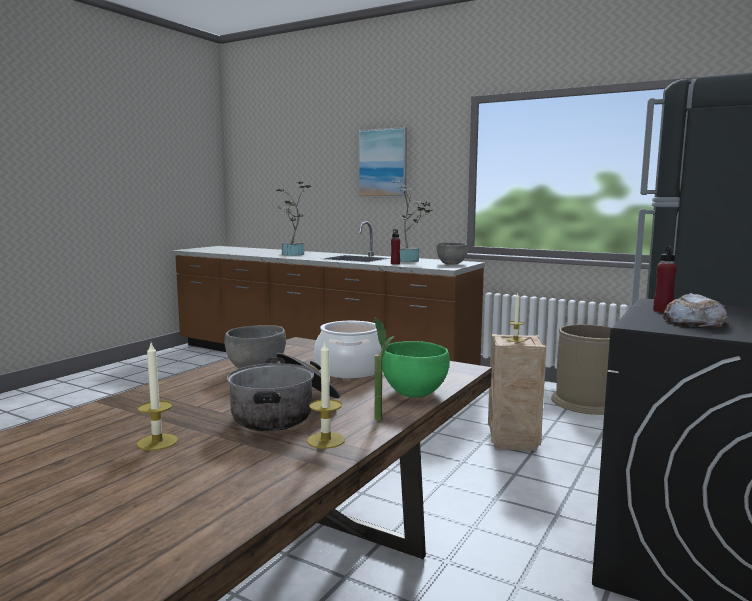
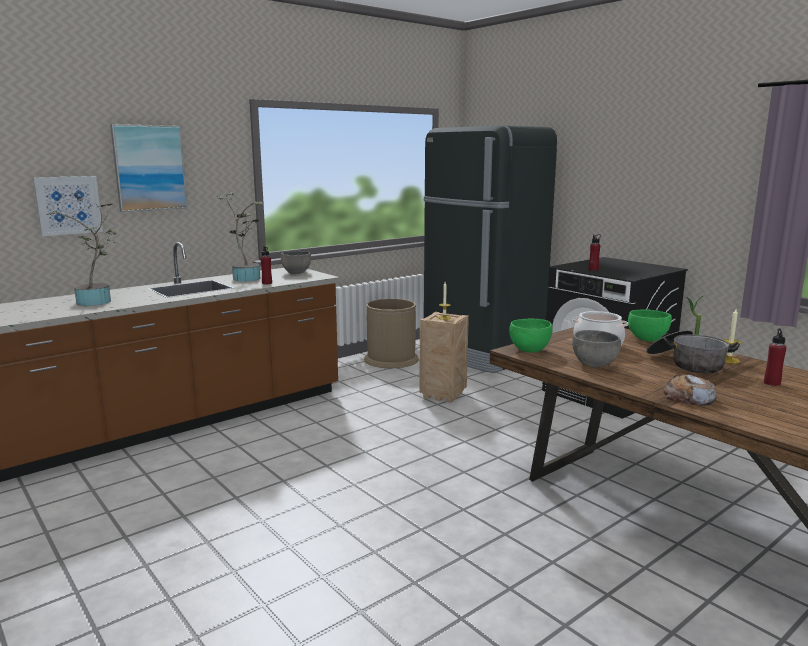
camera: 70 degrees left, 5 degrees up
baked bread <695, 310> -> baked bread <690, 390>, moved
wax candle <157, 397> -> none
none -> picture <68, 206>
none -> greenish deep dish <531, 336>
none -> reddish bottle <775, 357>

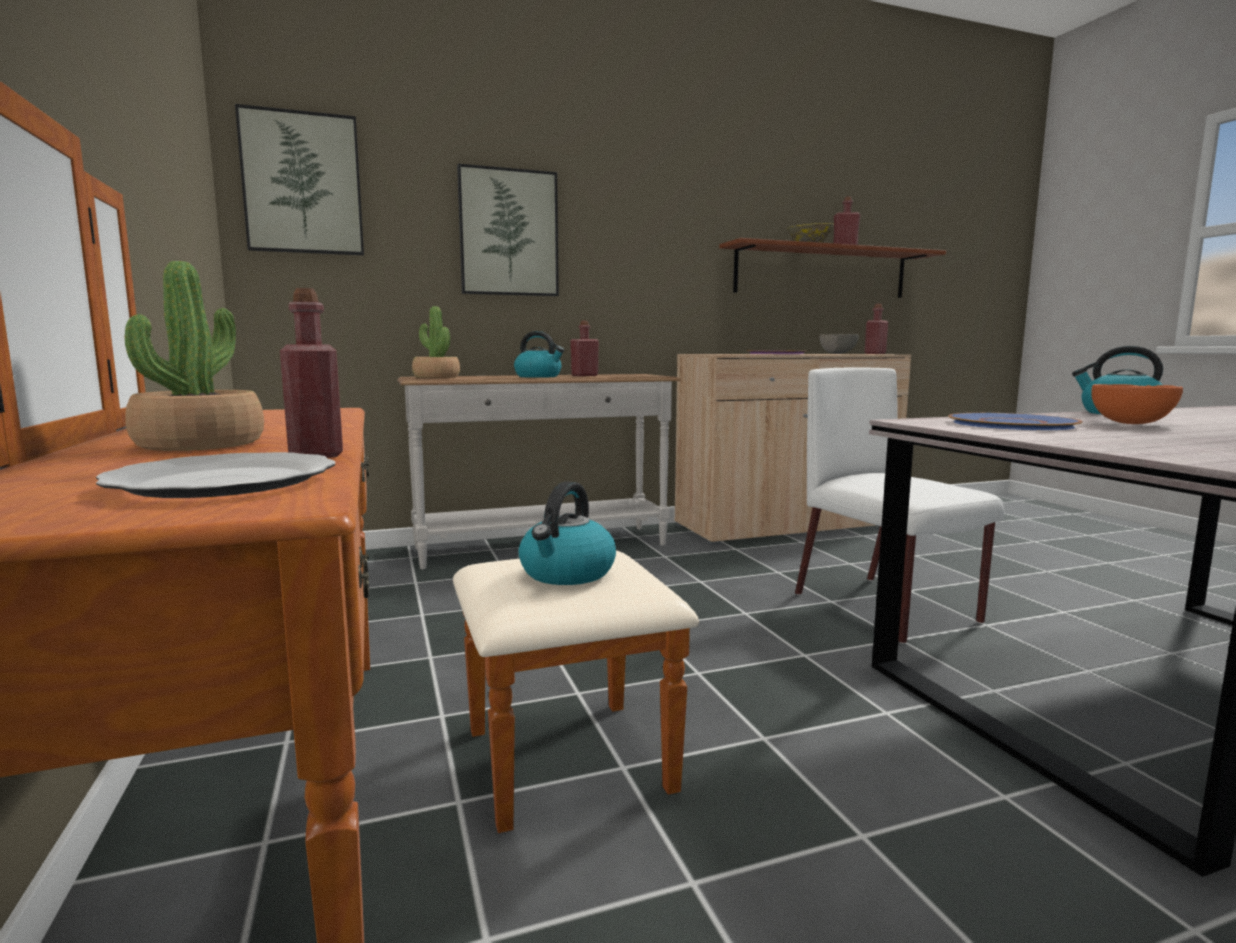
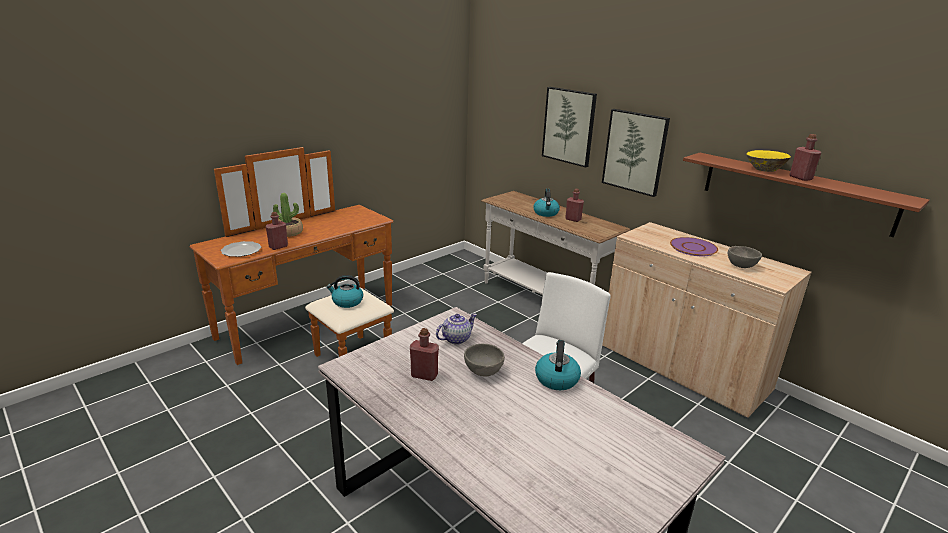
camera: 65 degrees right, 15 degrees up
picture <299, 179> -> picture <636, 153>, moved
reddish bottle <876, 329> -> reddish bottle <424, 354>, moved
potted plant <436, 342> -> none
orange deep dish <1137, 404> -> gray deep dish <484, 360>
blue dinner plate <1015, 421> -> teapot <456, 328>

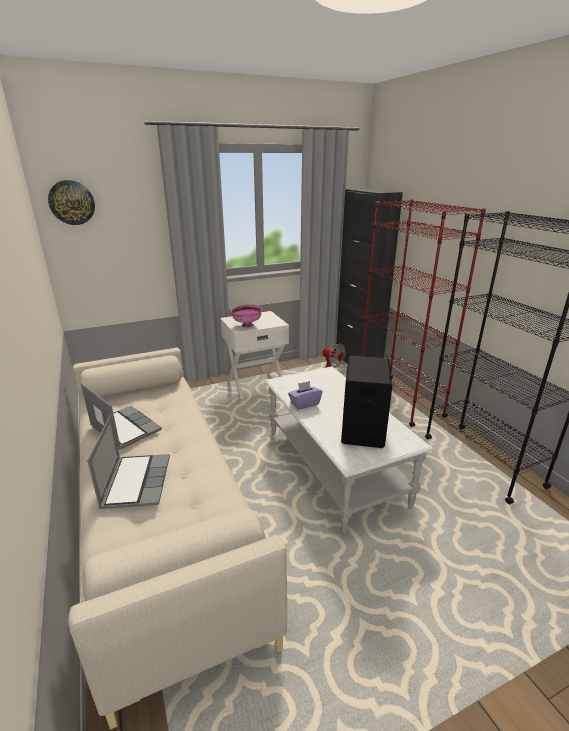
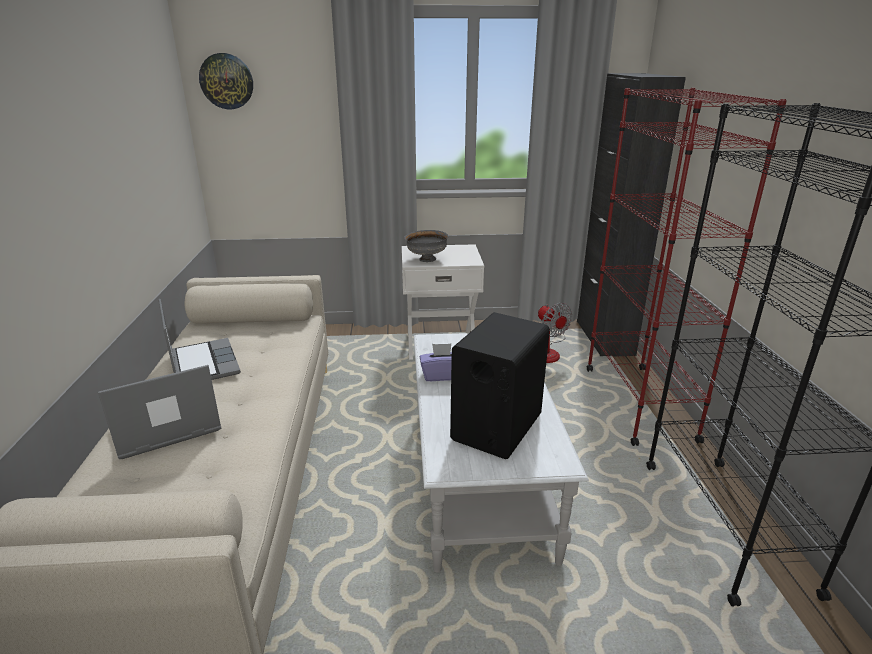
camera: 20 degrees right, 0 degrees up
pink-coloured deep dish <246, 316> -> gray deep dish <426, 246>
notebook computer <128, 462> -> notebook computer <159, 412>, 135 degrees counterclockwise

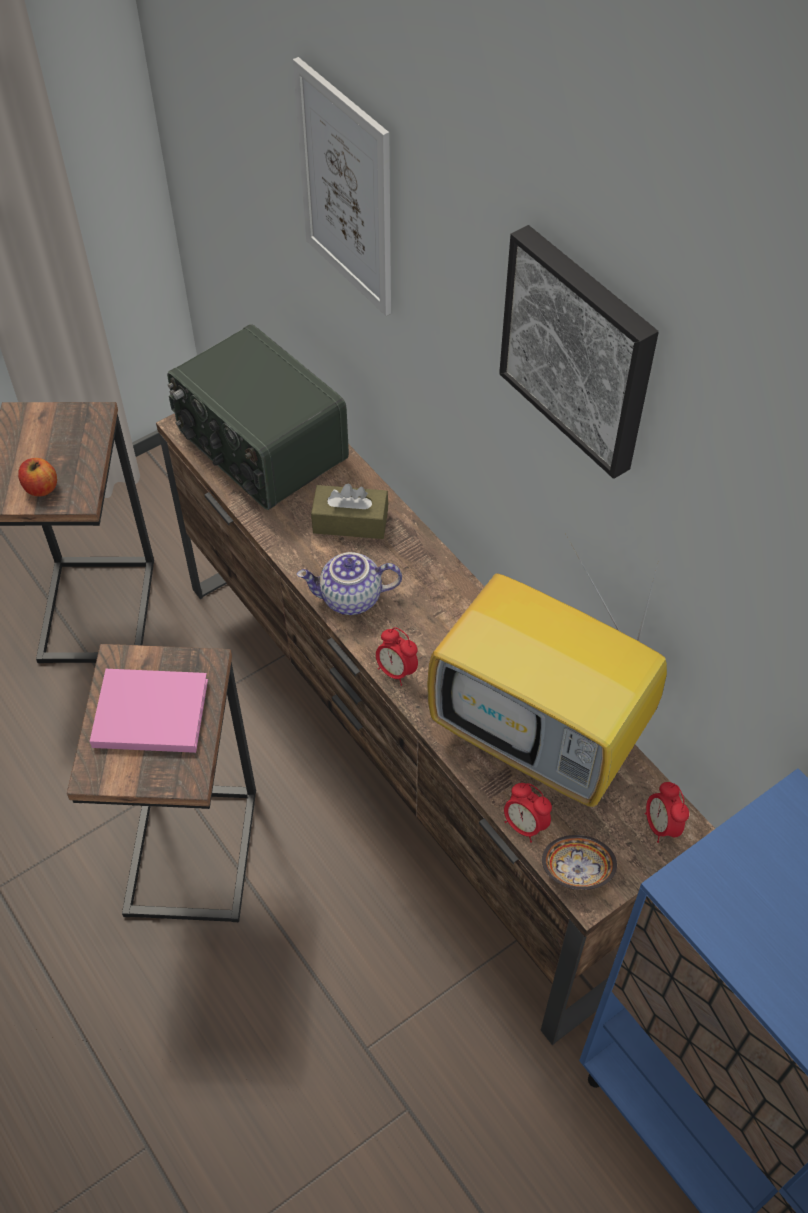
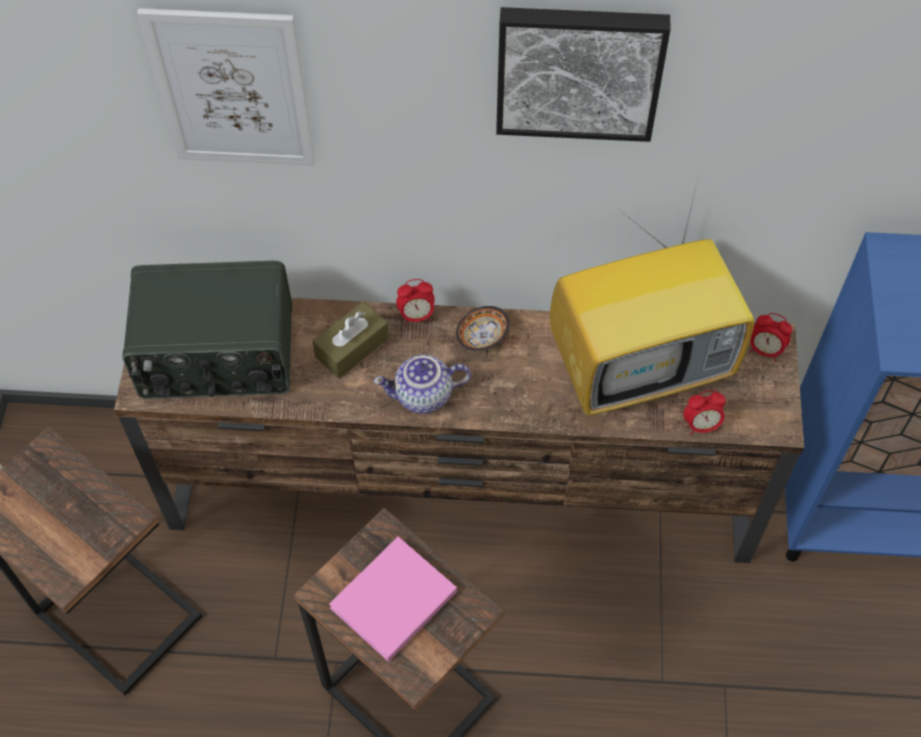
camera: 50 degrees left, 5 degrees up
whole apple <37, 477> -> none
teapot <349, 583> -> teapot <422, 384>, 45 degrees clockwise
bedside clock <397, 656> -> bedside clock <415, 302>, moved
deep dish <579, 862> -> deep dish <483, 328>, moved

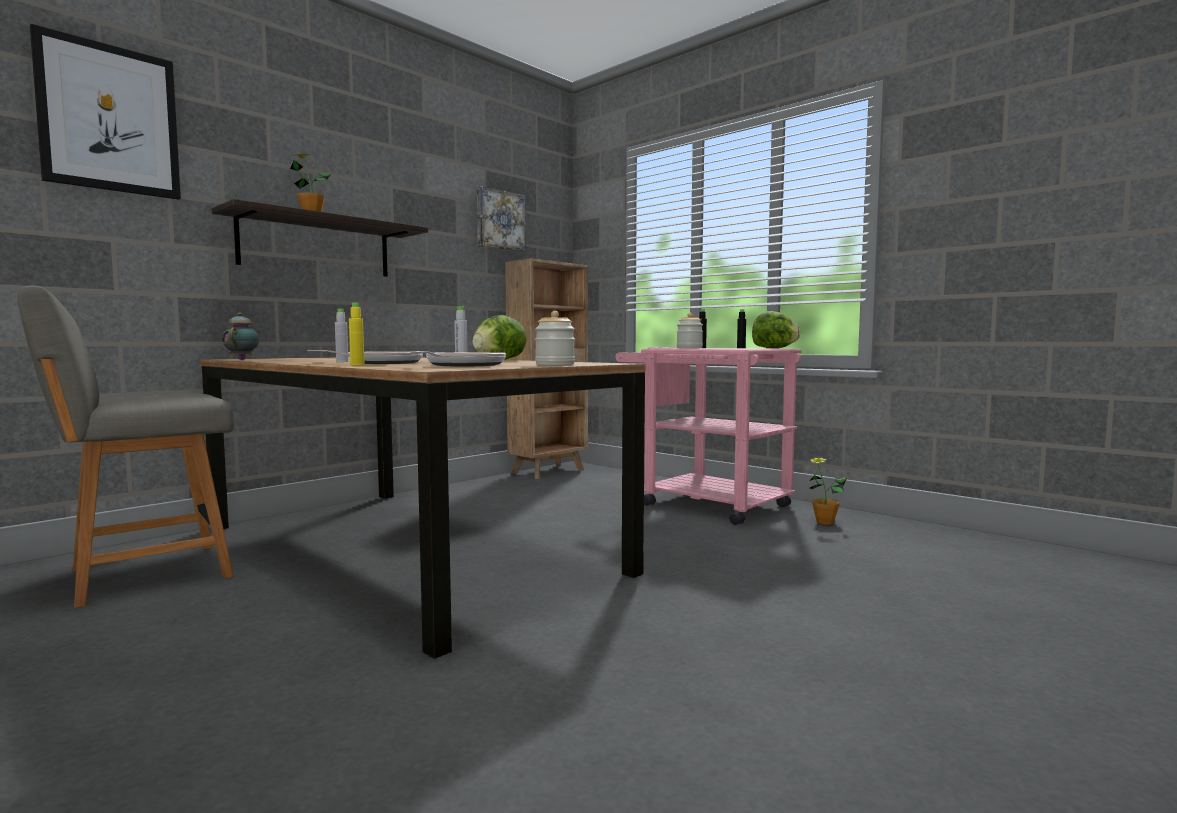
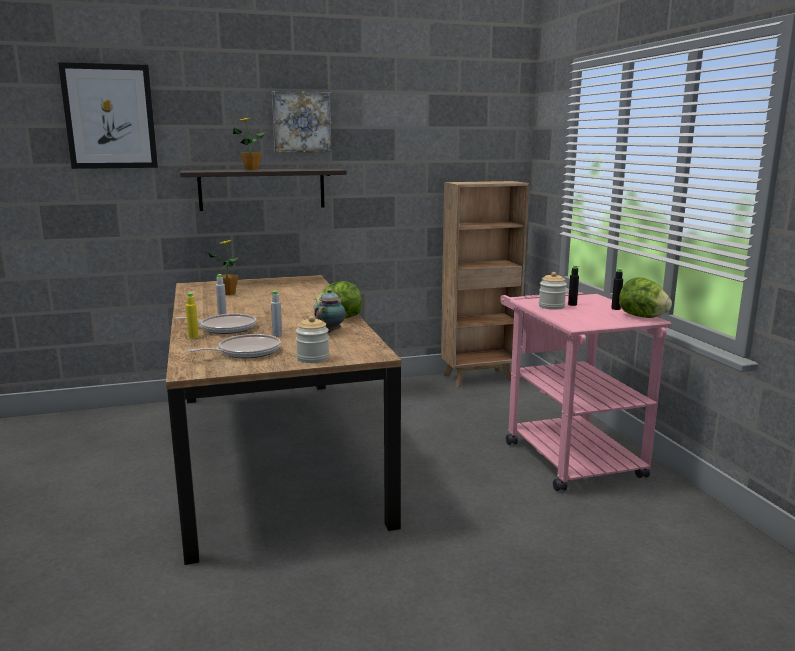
camera: 30 degrees right, 10 degrees up
picture <501, 219> -> picture <302, 121>, moved
gray plain chair <126, 446> -> none
teapot <240, 336> -> teapot <330, 311>, moved
potted plant <828, 491> -> potted plant <224, 267>, moved

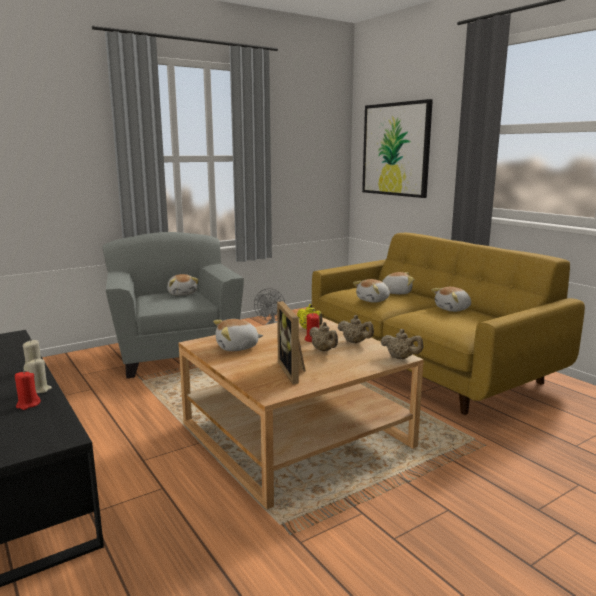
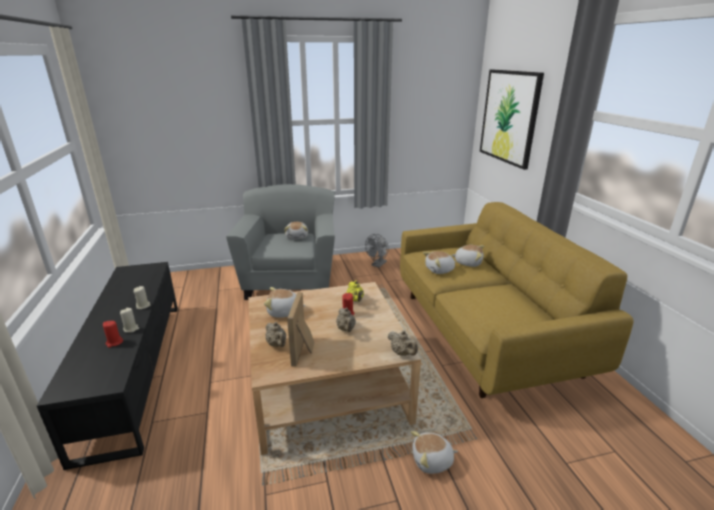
camera: 20 degrees right, 10 degrees up
cuddly toy <451, 299> -> cuddly toy <434, 452>, moved
sand-coloured teapot <355, 329> -> sand-coloured teapot <276, 334>, moved

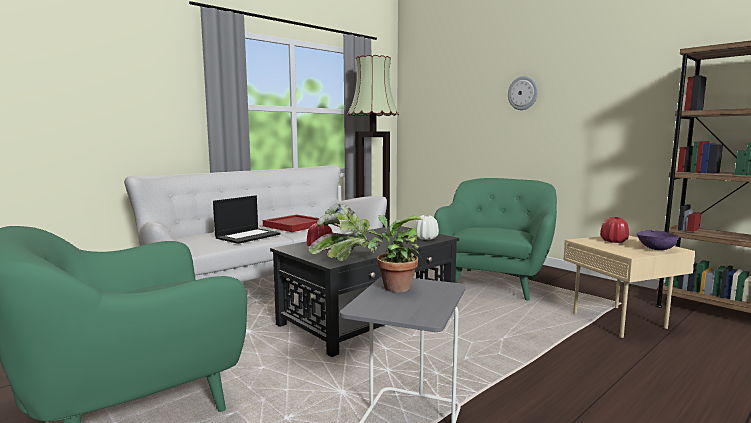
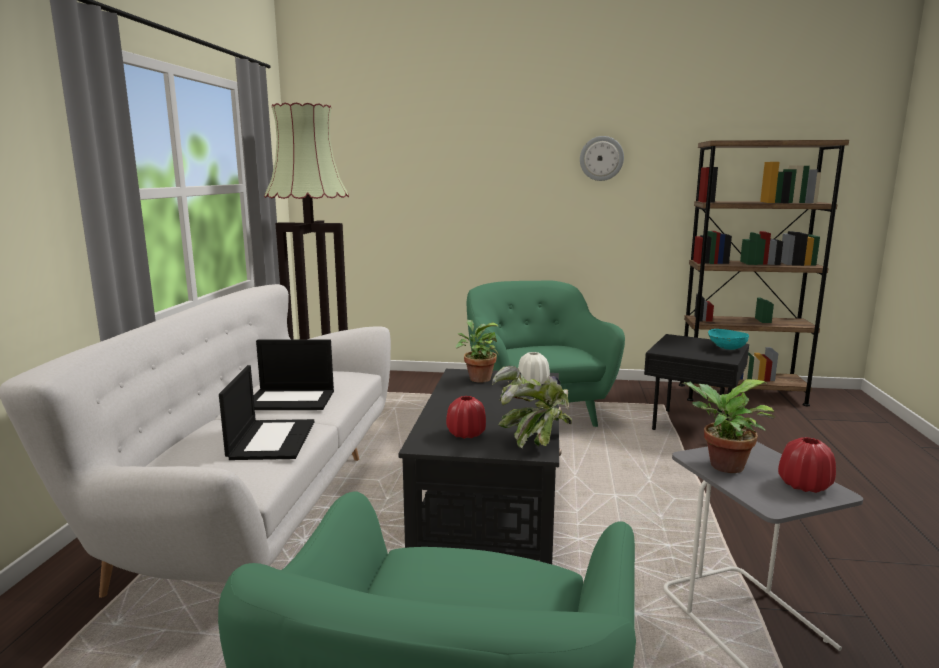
camera: 40 degrees left, 5 degrees up
hanging clock <523, 93> -> hanging clock <602, 158>, moved
reddish carrying tray <291, 223> -> notebook computer <294, 374>
reddish flower vase <614, 230> -> reddish flower vase <807, 465>, moved
purple deep dish <657, 240> -> blue-green deep dish <728, 339>
sand-coloured end table <629, 287> -> black-coloured end table <696, 382>
none -> potted plant <477, 351>

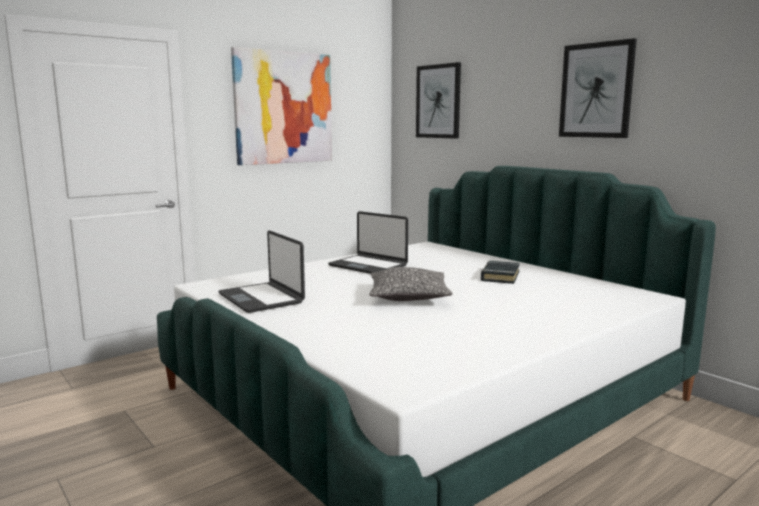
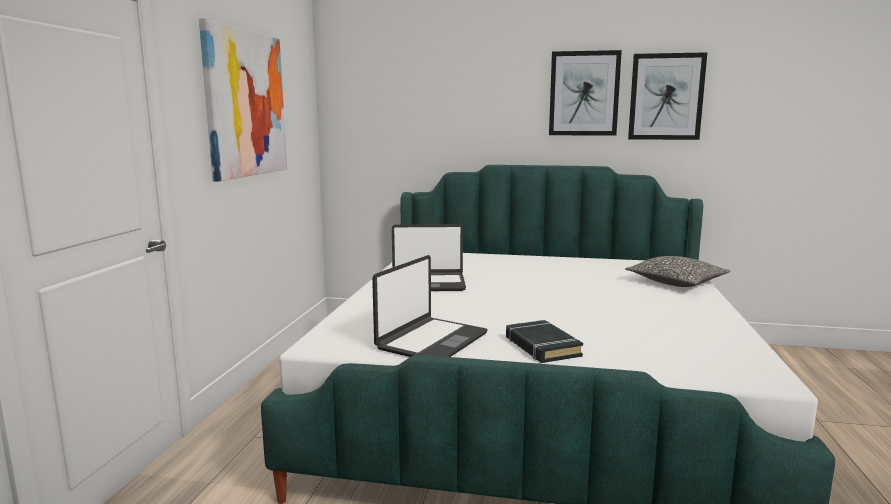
camera: 40 degrees left, 0 degrees up
picture <438, 100> -> picture <667, 96>, moved
notebook computer <261, 271> -> notebook computer <430, 306>, 75 degrees counterclockwise
black-coloured book <500, 272> -> black-coloured book <544, 341>, moved
pillow <411, 284> -> pillow <677, 271>, moved

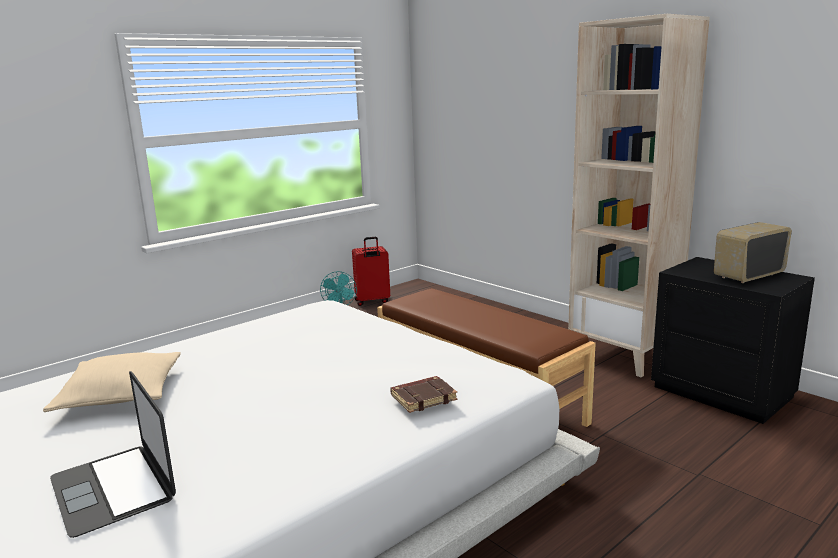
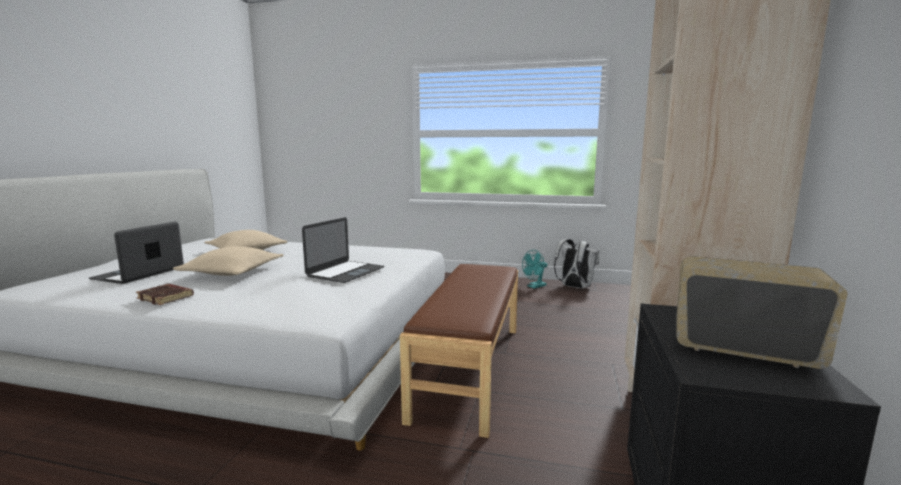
camera: 55 degrees right, 5 degrees down
reddish piece of luggage <371, 271> -> white-coloured knapsack <576, 263>
brownish book <423, 394> -> brownish book <165, 294>, moved
none -> notebook computer <343, 250>
none -> sand-coloured pillow <228, 261>

